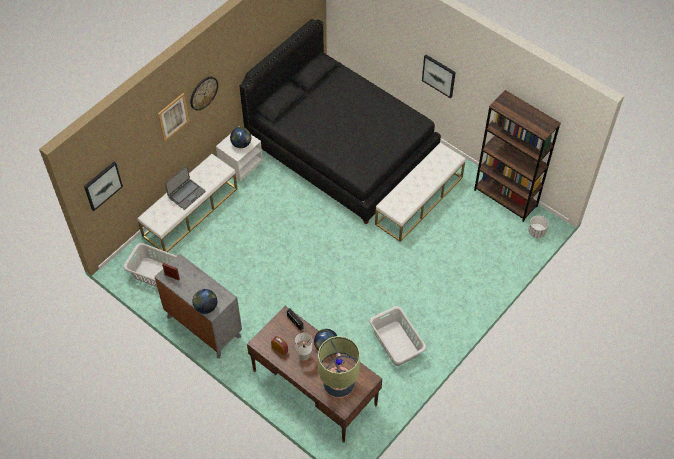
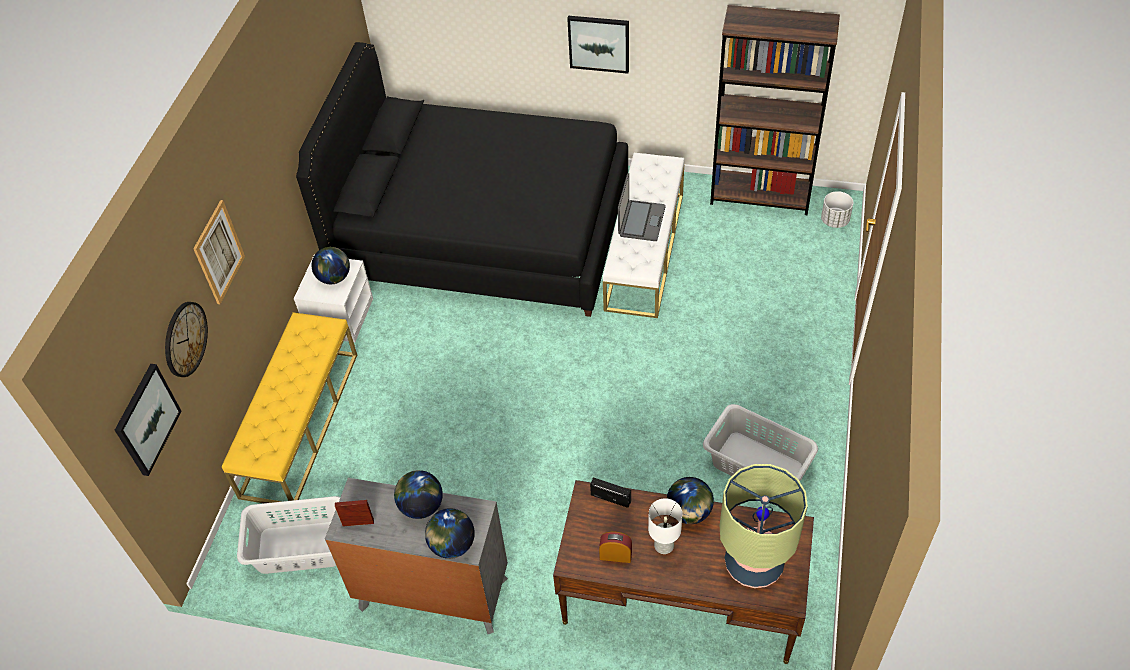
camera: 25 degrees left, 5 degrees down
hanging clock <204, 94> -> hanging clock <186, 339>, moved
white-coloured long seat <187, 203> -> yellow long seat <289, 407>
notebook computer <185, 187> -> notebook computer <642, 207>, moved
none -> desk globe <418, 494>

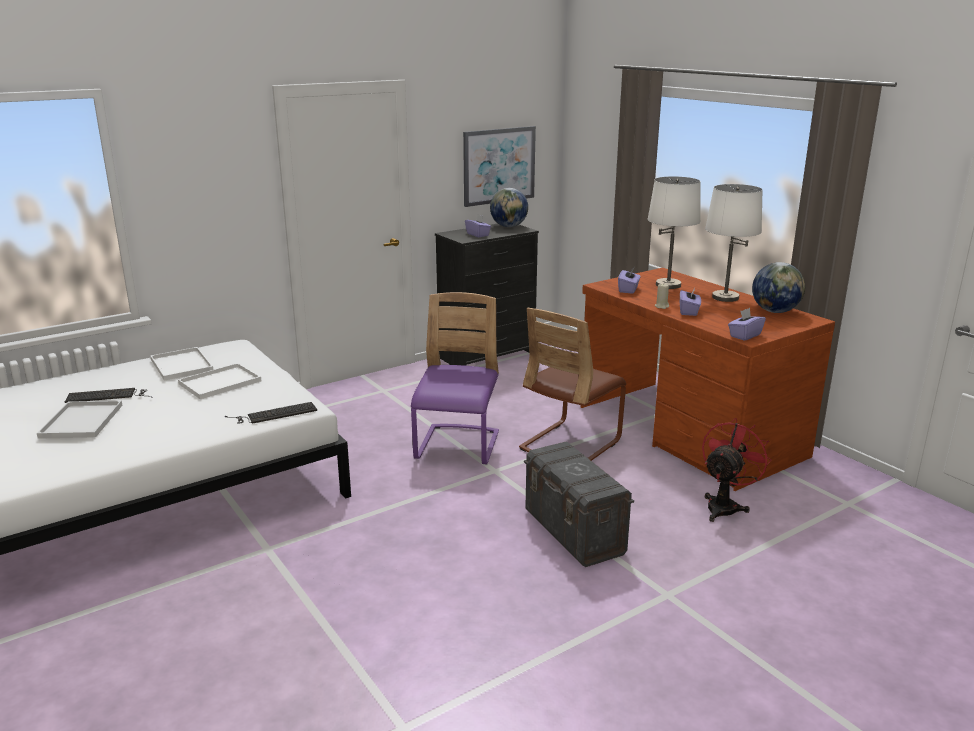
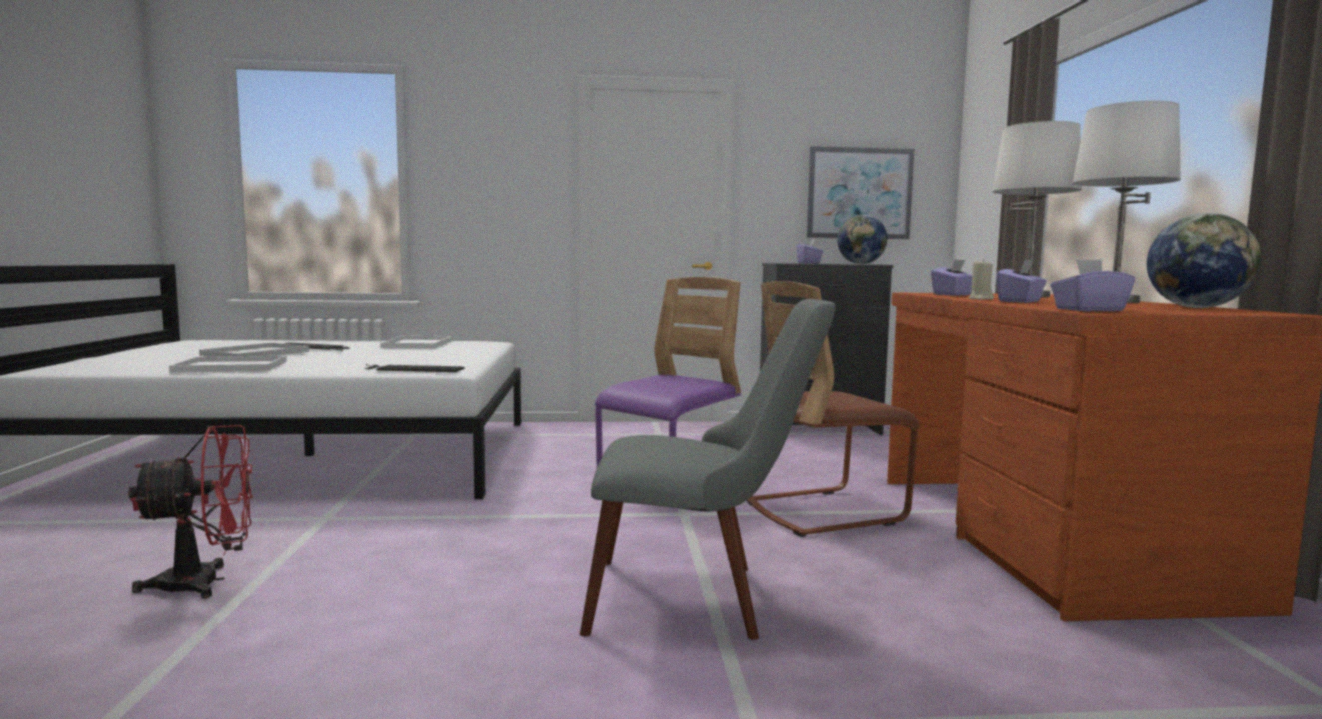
camera: 30 degrees right, 15 degrees down
white-coloured carrying tray <220, 381> -> white-coloured carrying tray <228, 364>, moved
reddish electric fan <737, 470> -> reddish electric fan <190, 511>, moved
gray storage box <579, 504> -> gray plain chair <707, 469>

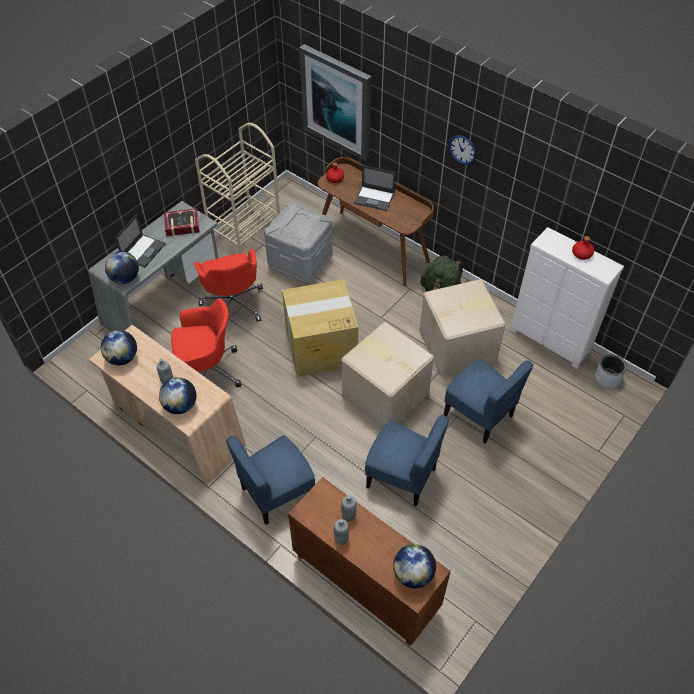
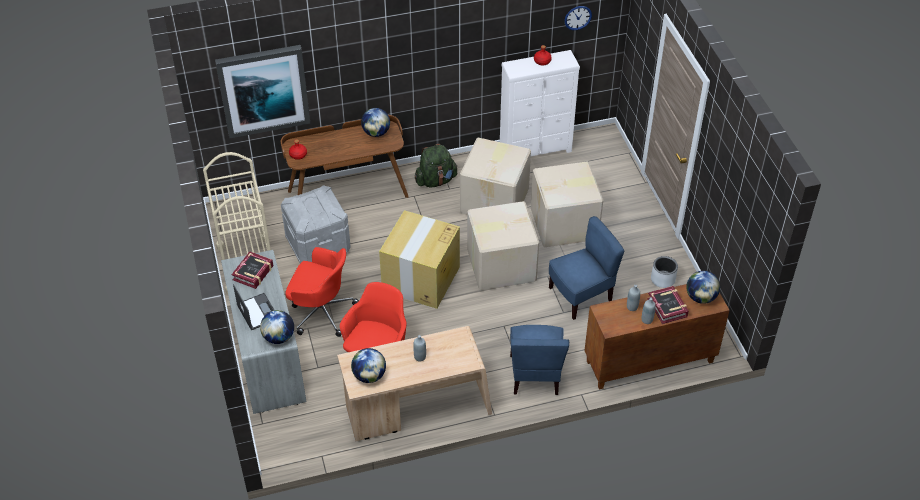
camera: 55 degrees left, 5 degrees down
hanging clock <462, 150> -> hanging clock <578, 18>, moved
notebook computer <375, 188> -> none
gray flower pot <611, 371> -> gray flower pot <664, 272>, moved
blue plain chair <488, 401> -> packing box <567, 204>
desk globe <178, 395> -> desk globe <375, 122>, moved
none -> book <668, 305>

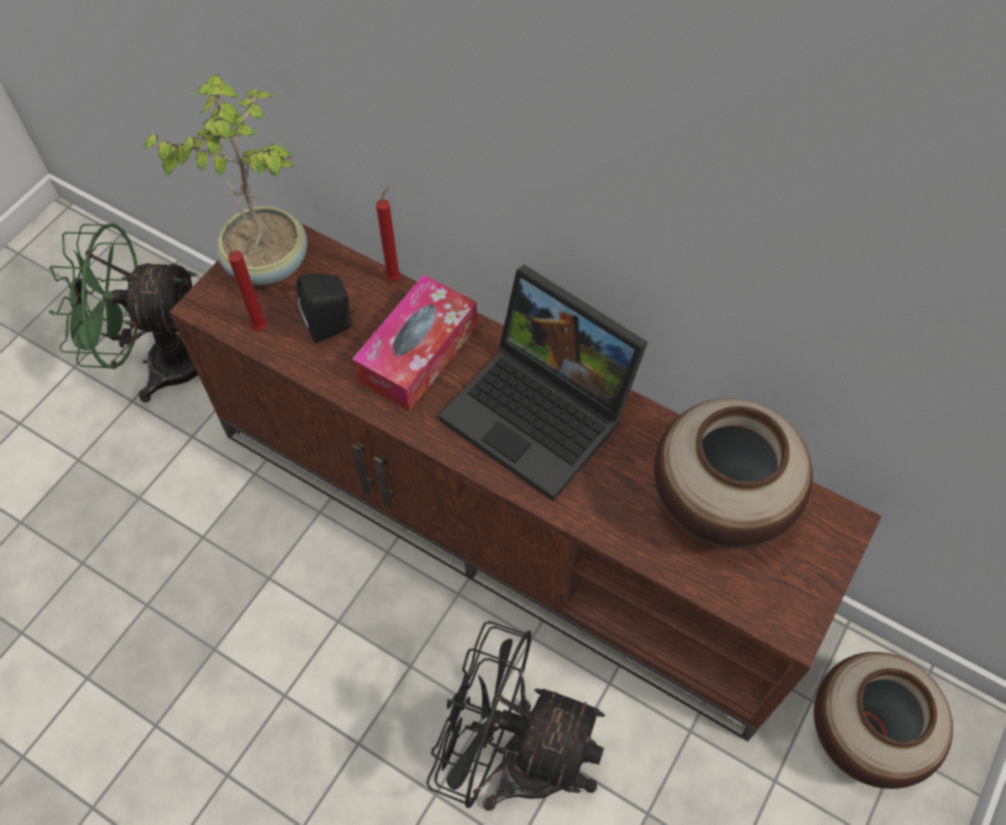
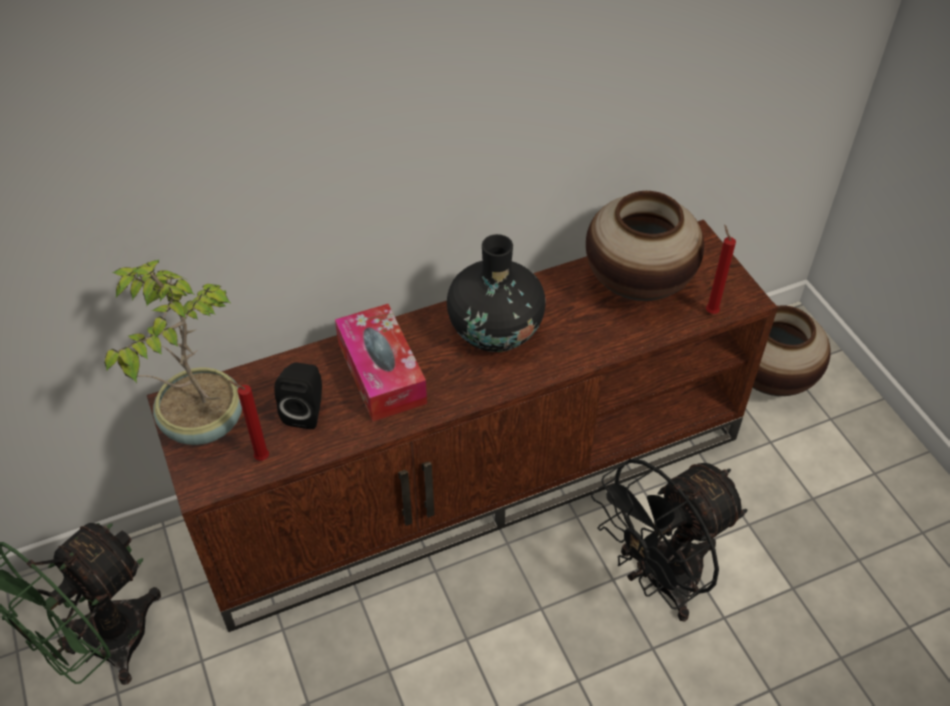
camera: 55 degrees left, 10 degrees down
reddish wax candle <388, 233> -> reddish wax candle <721, 269>, moved
notebook computer <543, 383> -> black-coloured flower vase <496, 293>

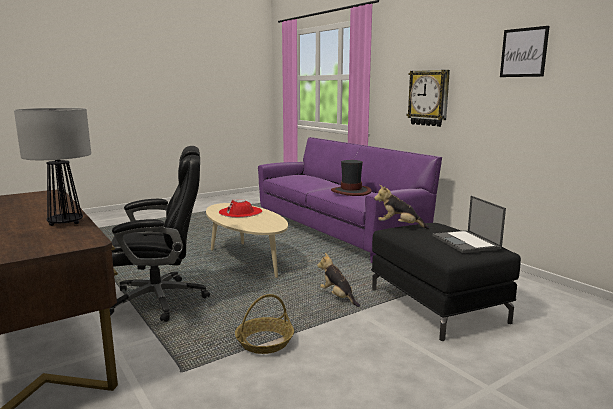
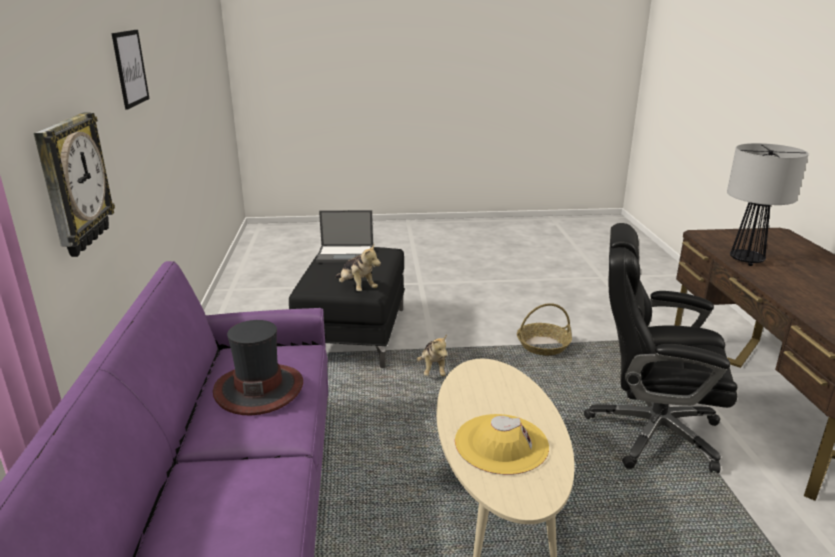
camera: 150 degrees left, 10 degrees up
notebook computer <469, 224> -> notebook computer <344, 236>, 75 degrees clockwise
reddish clothing hat <240, 208> -> yellow clothing hat <502, 444>

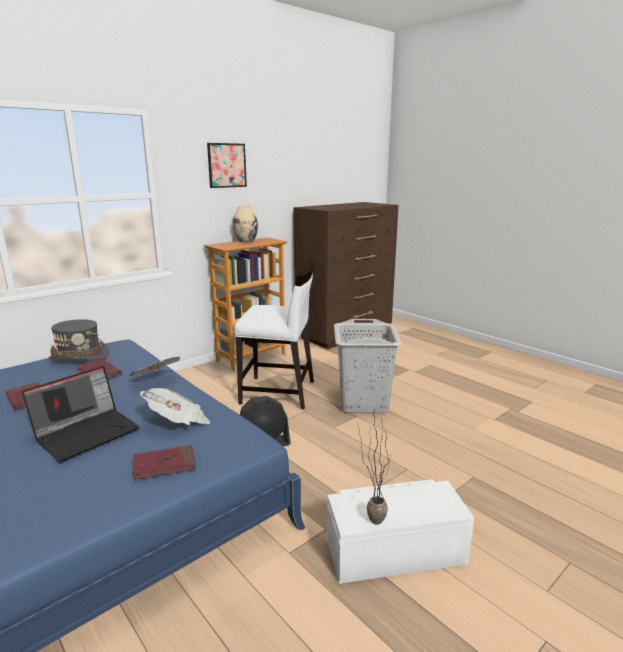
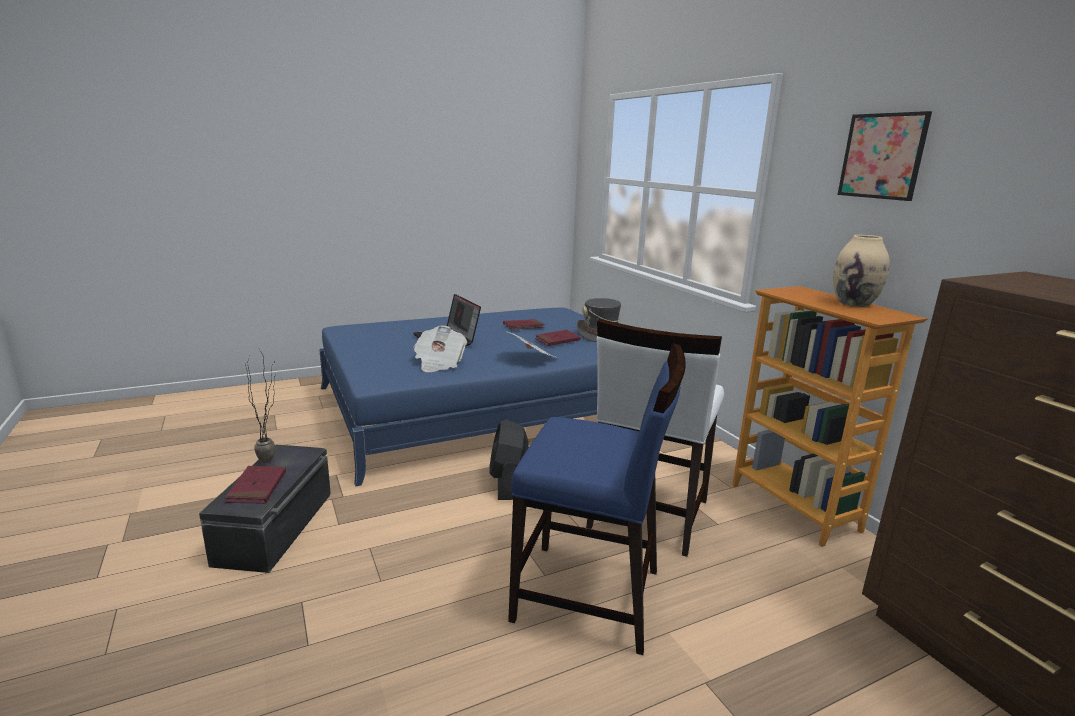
camera: 105 degrees right, 0 degrees up
gray laundry basket <368, 366> -> blue plain chair <597, 499>
reddish book <164, 462> -> reddish book <255, 485>, moved
white-coloured storage box <400, 531> -> black-coloured storage box <265, 508>

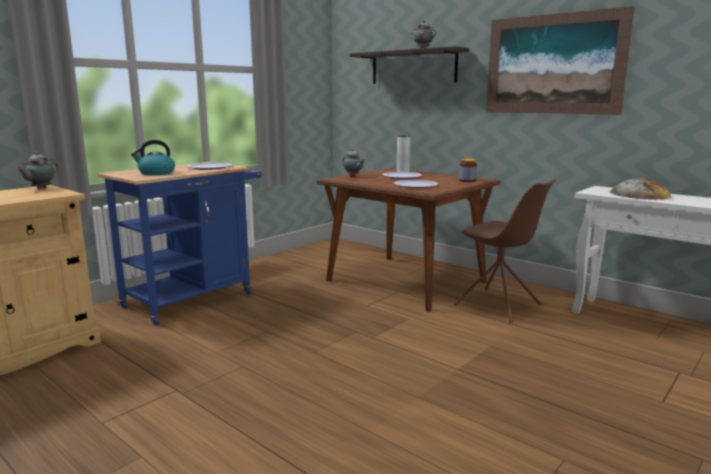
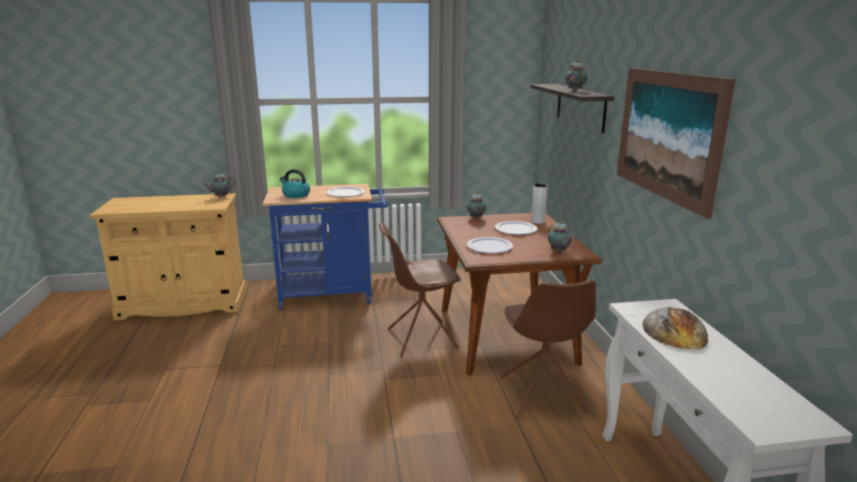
camera: 40 degrees right, 5 degrees up
preserve jar <468, 170> -> teapot <560, 236>
none -> brownish plain chair <420, 290>

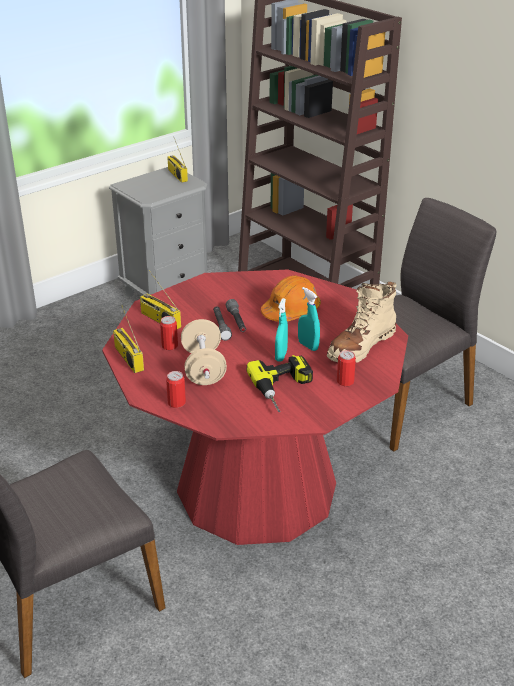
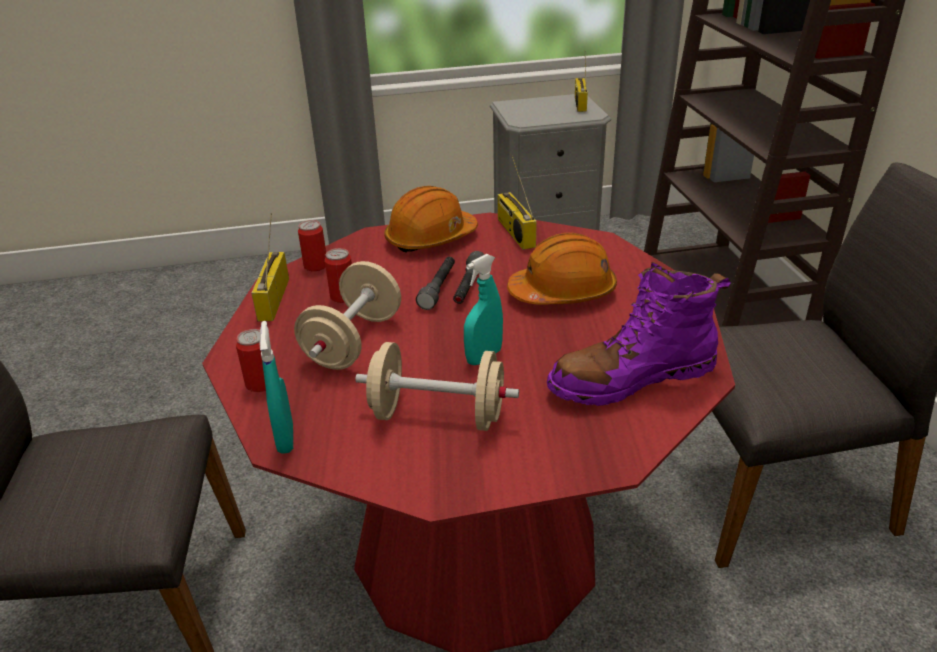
camera: 30 degrees right, 0 degrees up
radio set <160, 299> -> radio set <517, 202>, moved
sand-coloured boot <362, 322> -> purple boot <639, 334>
blue-green spray bottle <309, 319> -> blue-green spray bottle <276, 387>, moved
metal can <346, 368> -> metal can <312, 245>, moved
electric drill <280, 384> -> sand-coloured dumbbell <437, 386>
none -> orange safety helmet <431, 219>

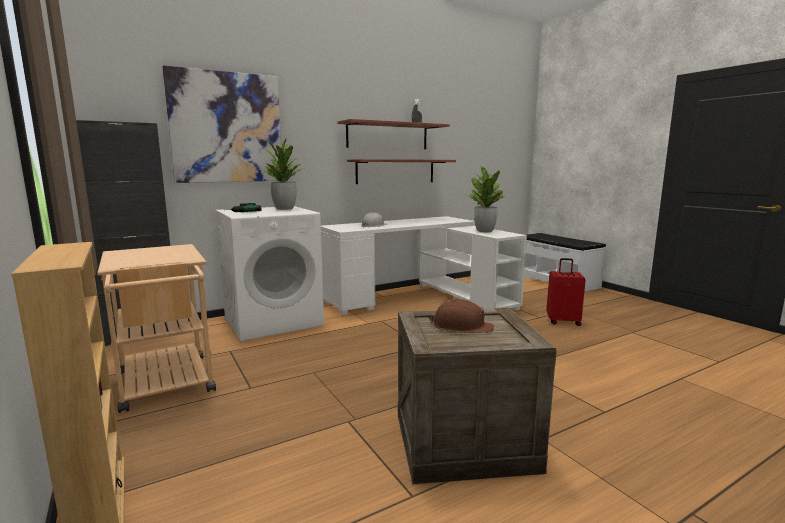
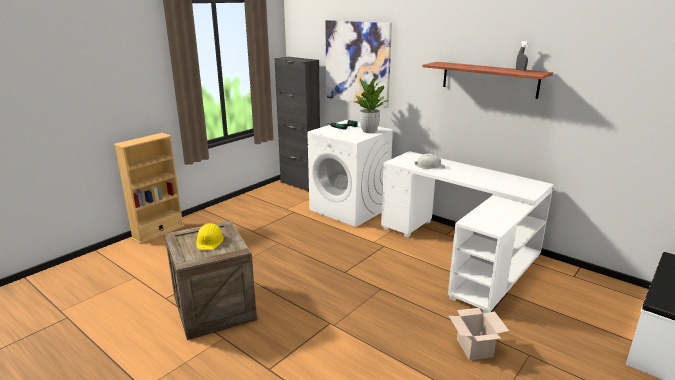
camera: 70 degrees right, 10 degrees up
wall shelf <401, 171> -> none
potted plant <486, 199> -> none
sand-coloured trolley <156, 328> -> none
reddish piece of luggage <565, 292> -> packing box <479, 334>
brownish safety helmet <461, 316> -> yellow safety helmet <210, 236>

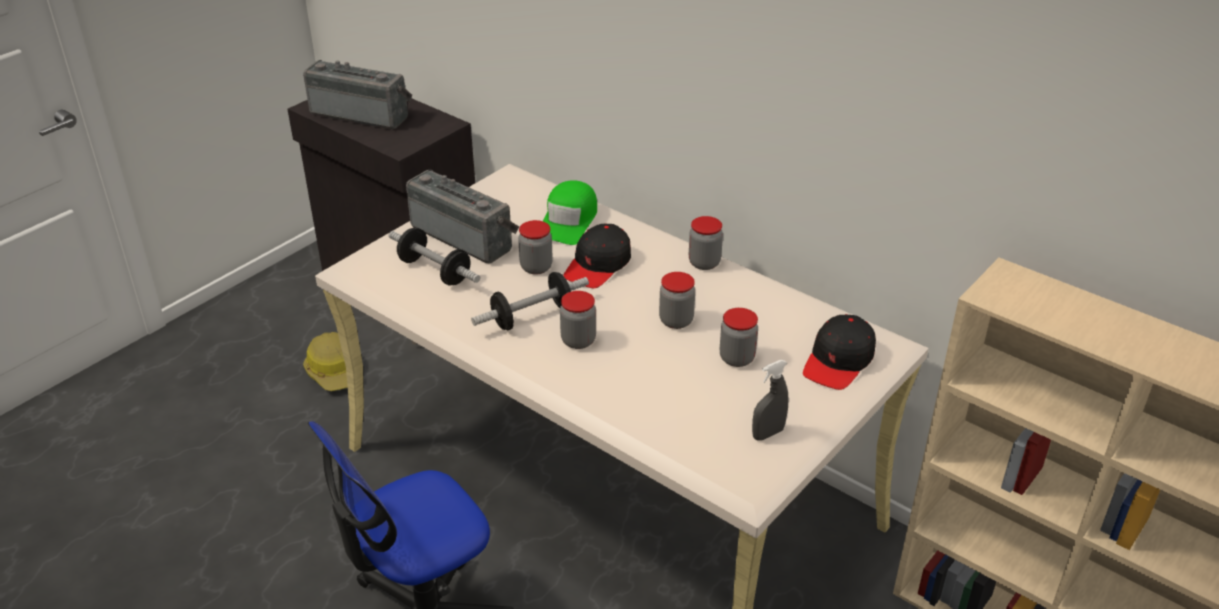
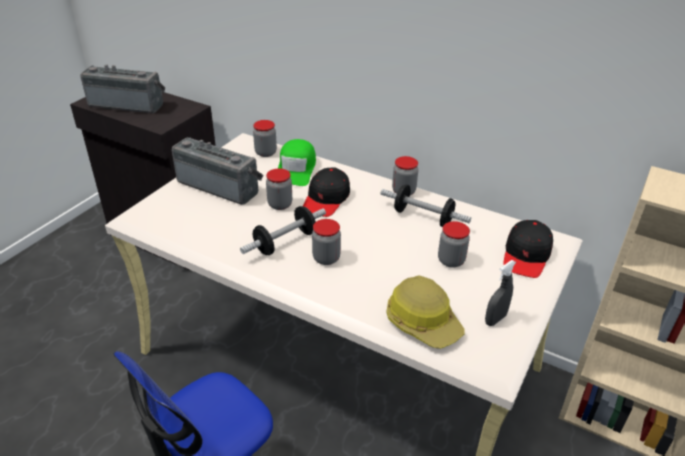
camera: 10 degrees left, 0 degrees up
dumbbell <434, 256> -> dumbbell <426, 206>, moved
preserve jar <677, 300> -> preserve jar <265, 138>, moved
safety helmet <325, 361> -> safety helmet <425, 312>, moved

